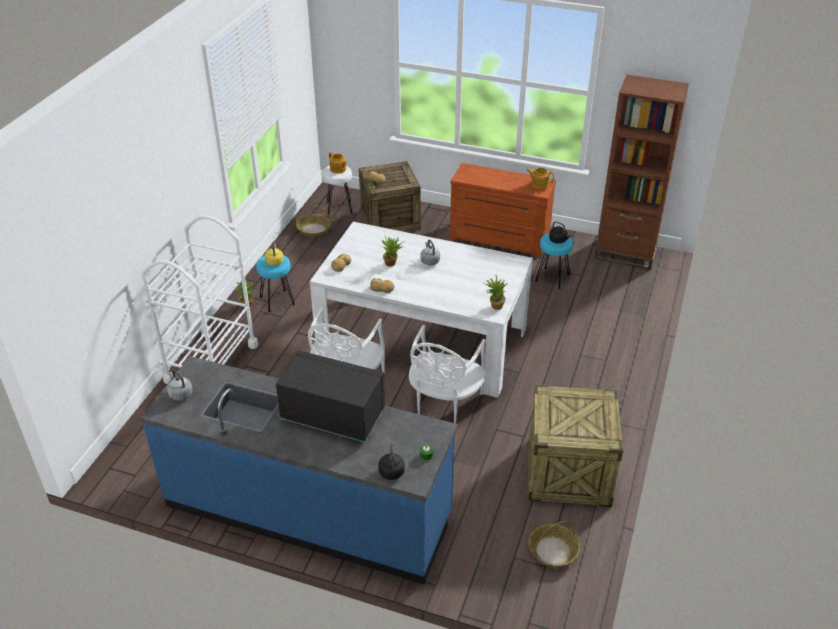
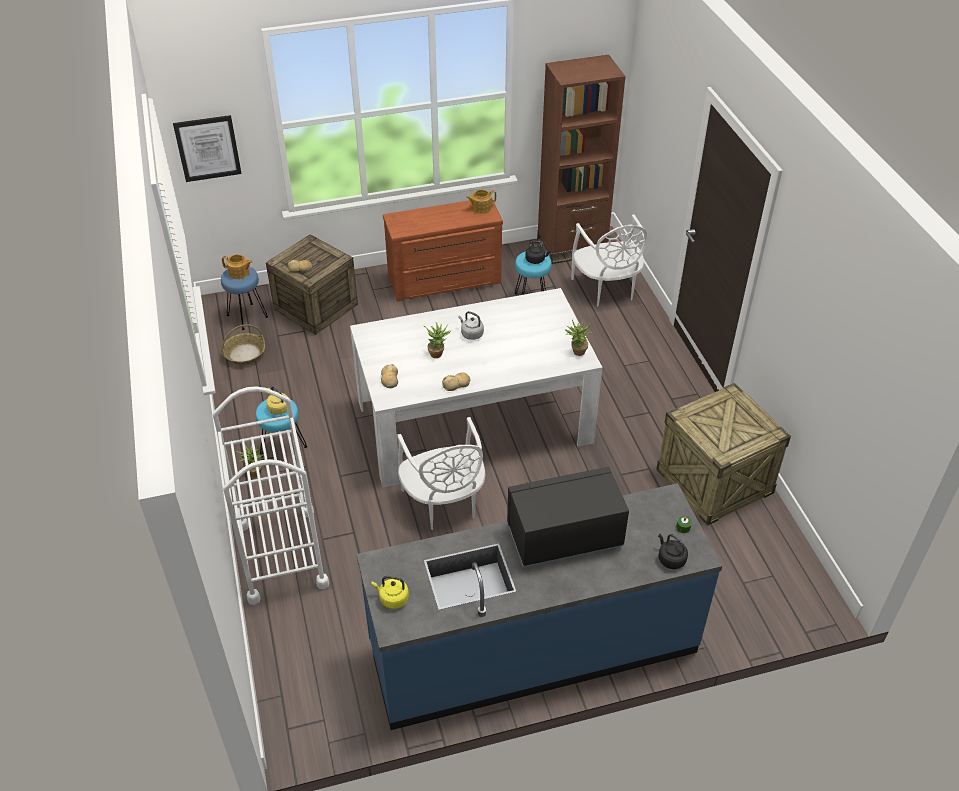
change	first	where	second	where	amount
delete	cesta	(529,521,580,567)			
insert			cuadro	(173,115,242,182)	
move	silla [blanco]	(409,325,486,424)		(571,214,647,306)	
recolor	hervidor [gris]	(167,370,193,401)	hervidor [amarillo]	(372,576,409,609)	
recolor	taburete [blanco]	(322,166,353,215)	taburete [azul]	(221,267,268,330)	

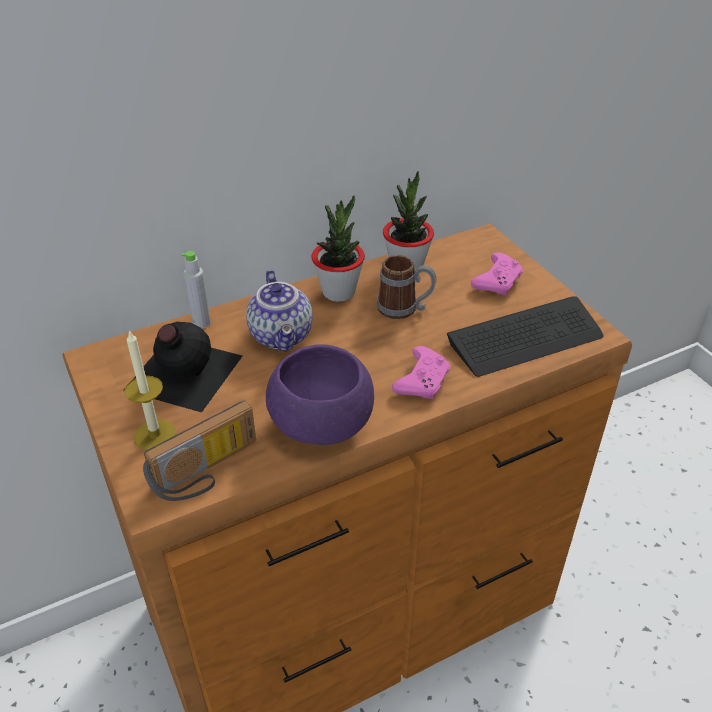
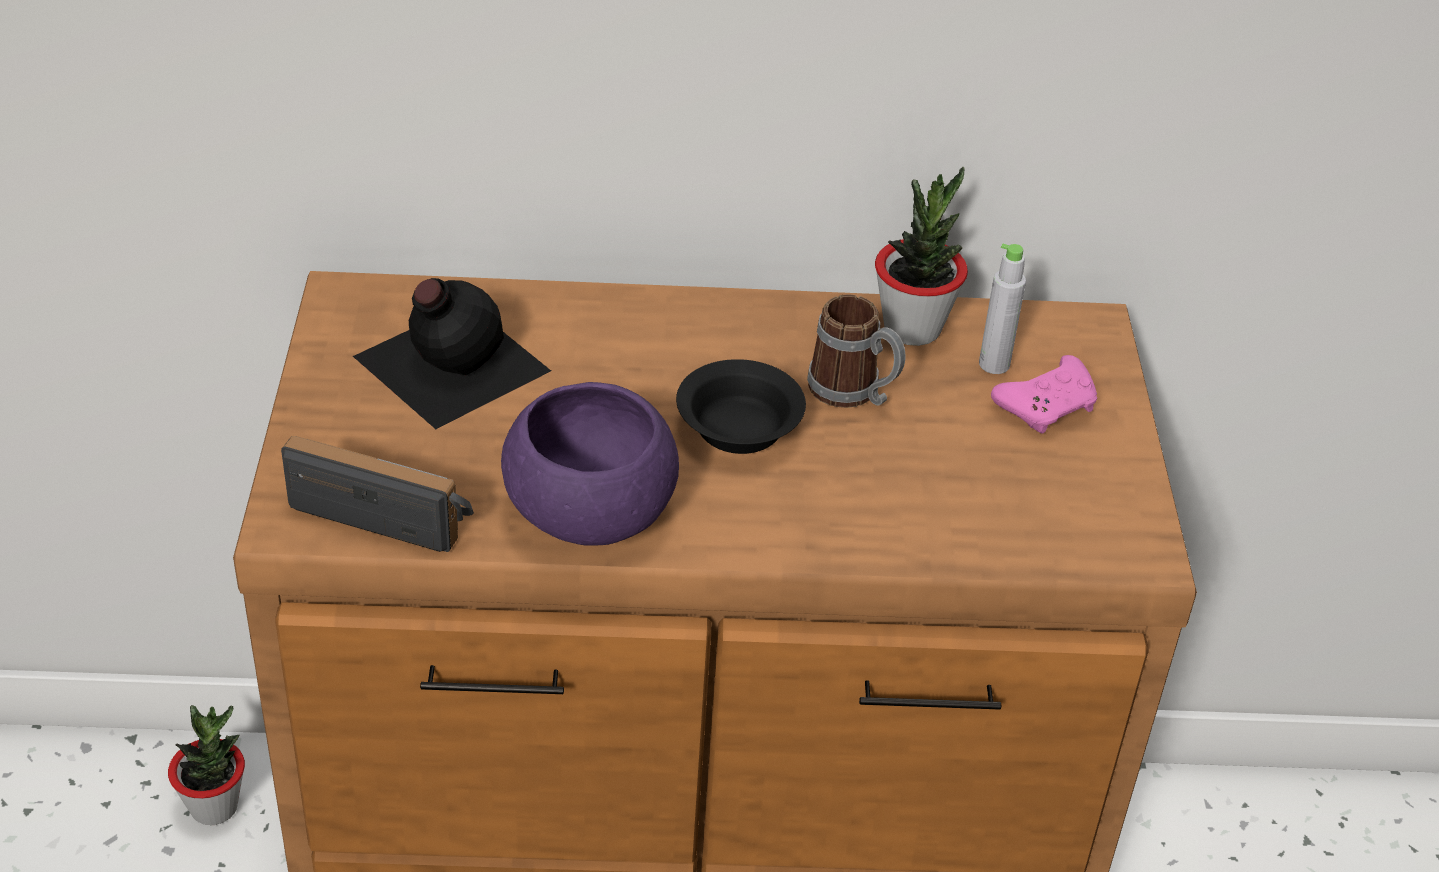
change	first	where	second	where	amount
delete	vela	(125,330,177,450)			
delete	tetera	(246,270,313,351)			
delete	mando de consola [rosa]	(392,346,450,399)			
delete	teclado	(447,296,604,377)			
insert			cuenco [negro]	(676,359,806,454)	
move	botella [gris]	(181,251,211,329)		(979,244,1026,374)	
move	planta en maceta	(311,195,365,302)		(168,705,245,825)	
rotate	radio	(143,401,256,501)		(281,436,474,552)	150 degrees counterclockwise

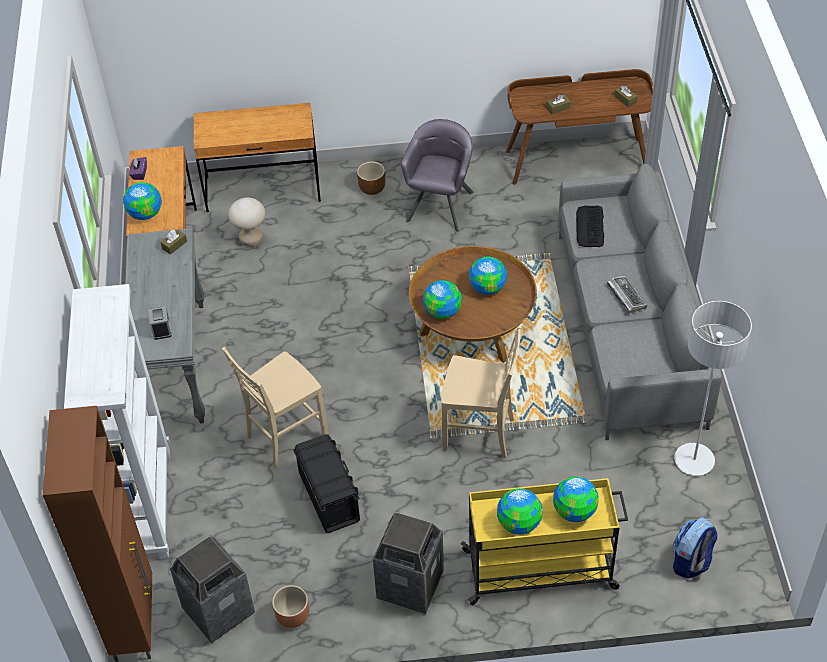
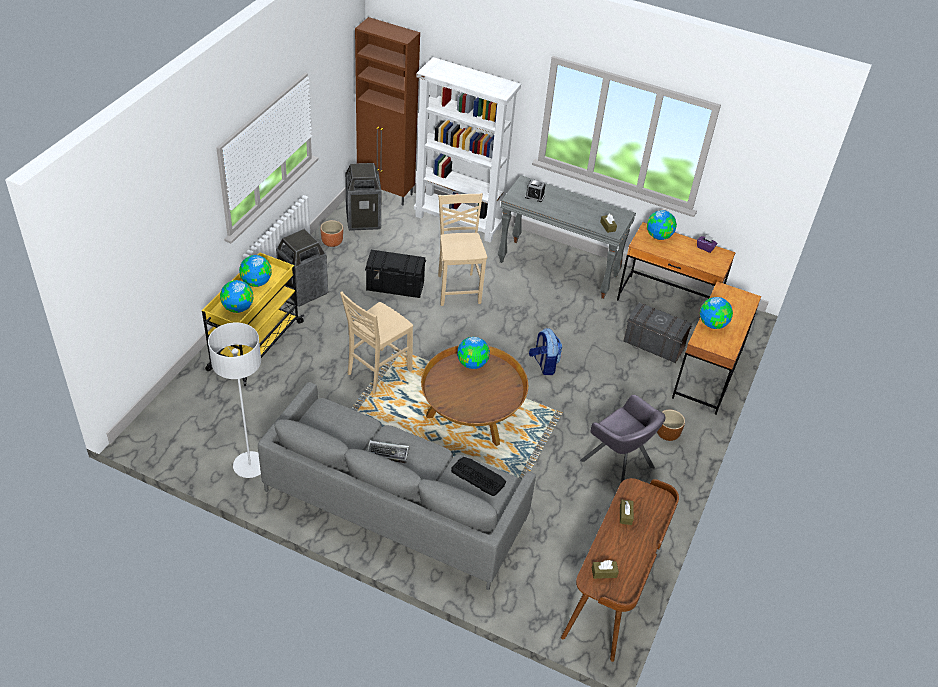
change	first	where	second	where	amount
move	globo terráqueo	(469,257,507,295)		(700,297,733,329)	
move	mochila	(673,517,718,579)		(529,328,562,375)	
replace	taburete [beis]	(228,197,266,247)	caja de almacenaje [gris]	(624,303,692,363)	

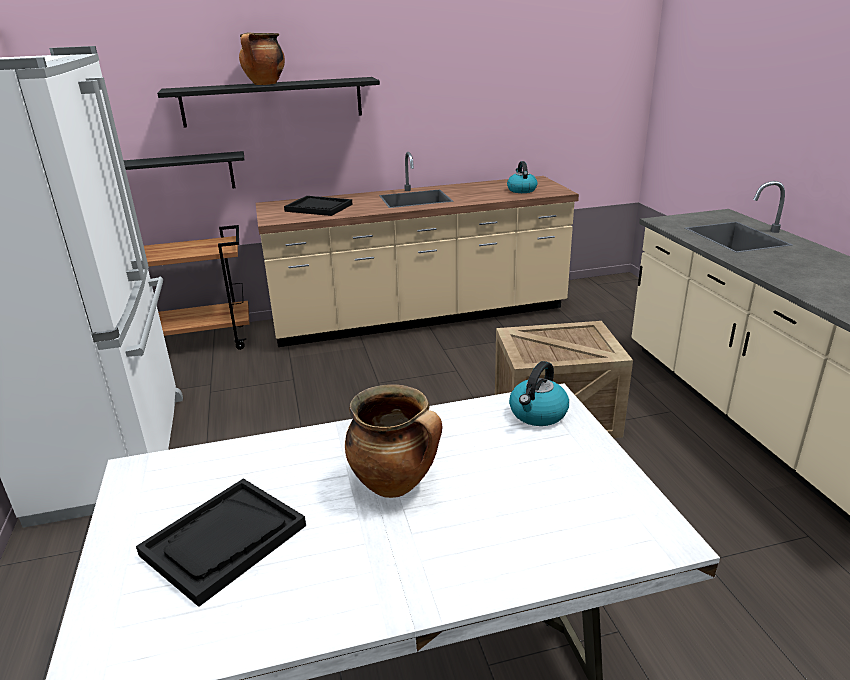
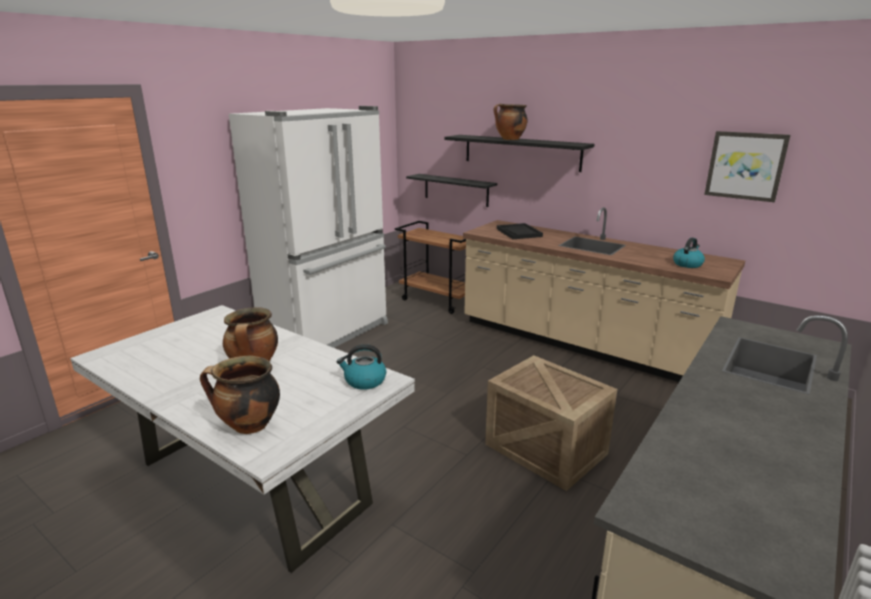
change	first	where	second	where	amount
delete	bandeja [negro]	(136,478,306,607)			
insert			olla	(200,356,280,434)	
insert			cuadro	(704,131,790,202)	

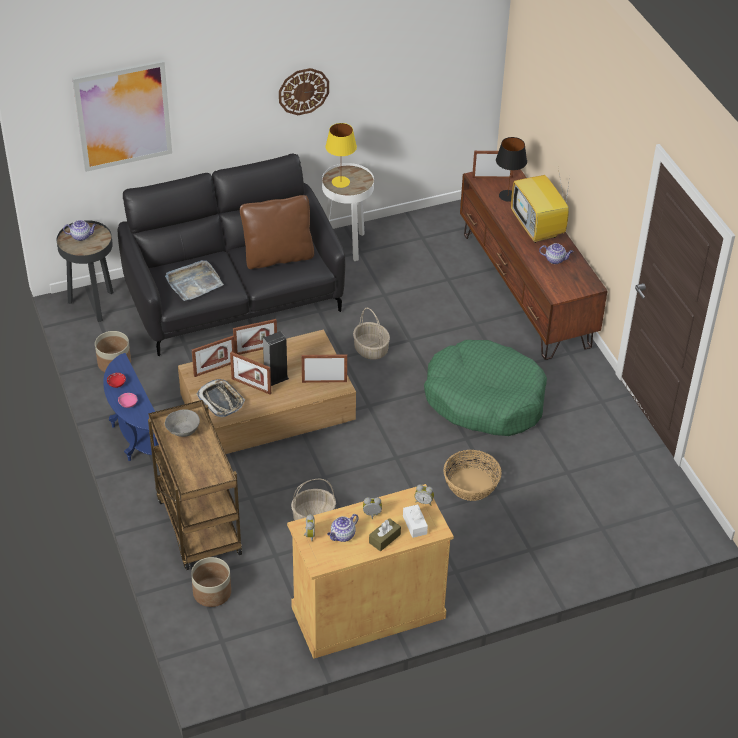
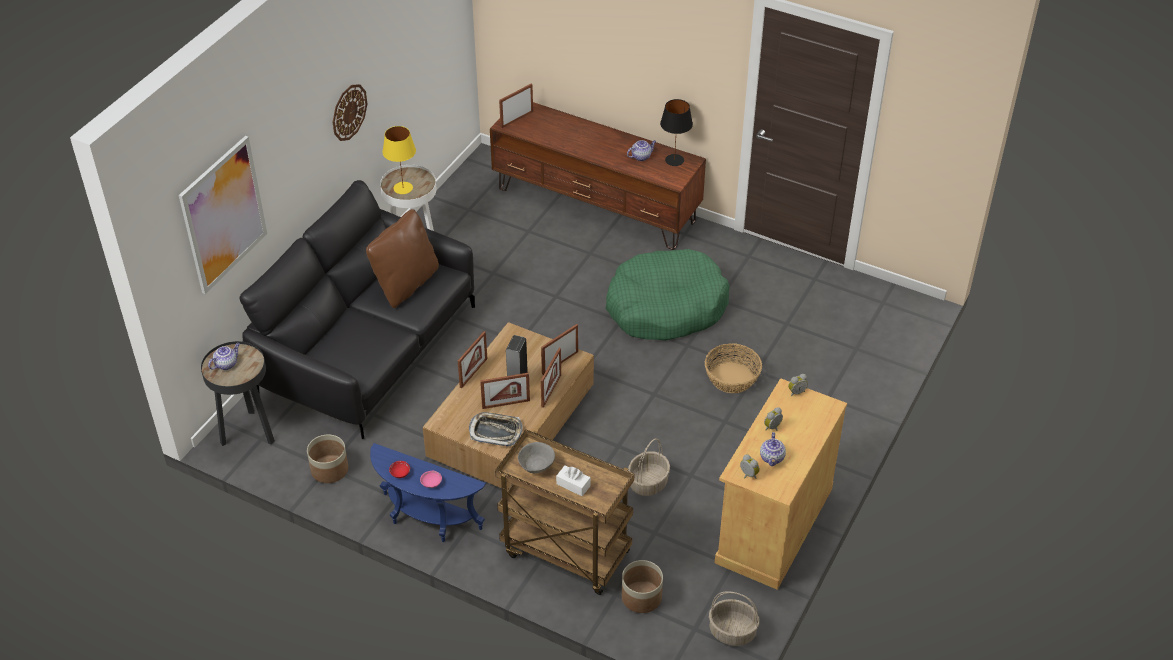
change	first	where	second	where	amount
delete	bandeja [gris]	(165,260,224,301)			
delete	caja de pañuelos [marrón]	(369,518,401,551)			
delete	televisor	(511,168,570,243)			
move	portarretratos	(192,336,235,377)		(541,348,561,408)	
move	cesta	(353,307,390,360)		(709,591,760,646)	
move	caja de pañuelos [blanco]	(403,504,428,538)		(556,465,591,496)	
move	lámpara de mesa [negro]	(496,137,527,202)		(660,99,693,166)	

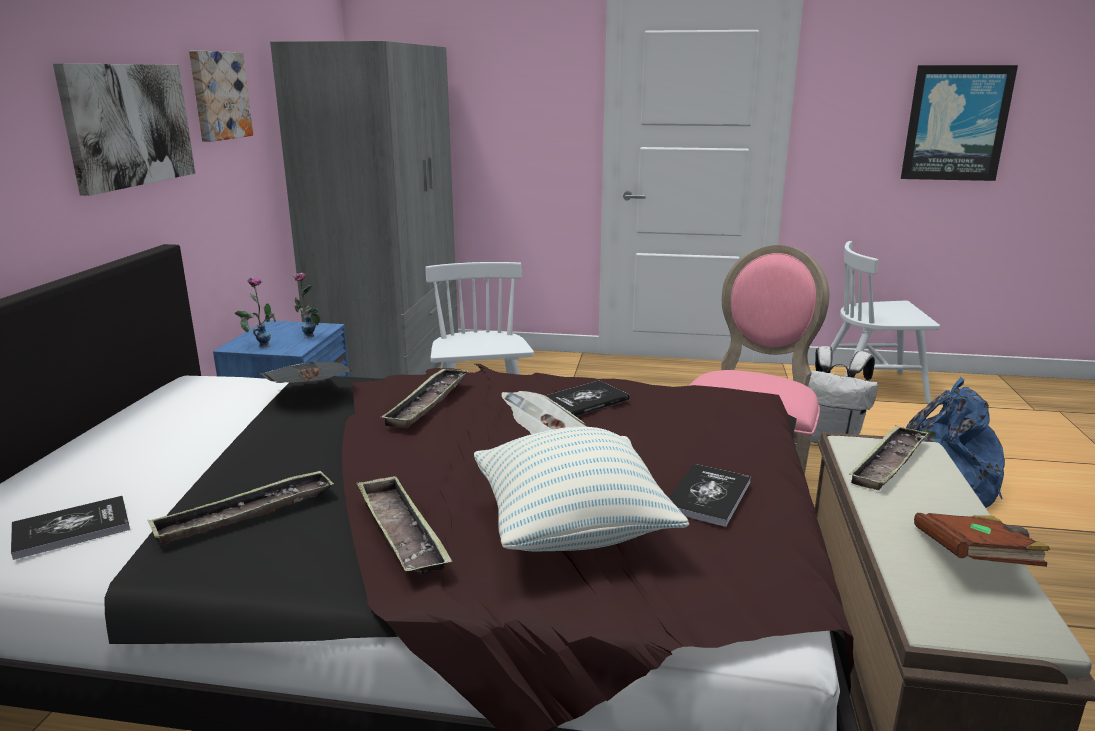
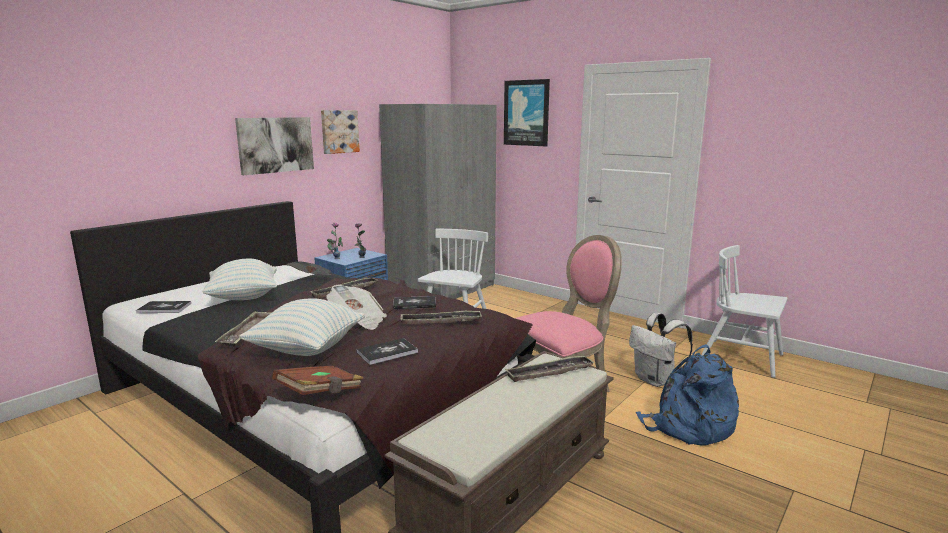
change	first	where	second	where	amount
insert			cojín	(202,259,277,300)	
move	bandeja	(148,470,334,545)		(400,310,482,325)	
move	cuadro	(901,65,1018,181)		(504,79,550,146)	
move	libro [marrón]	(914,513,1050,567)		(272,366,363,395)	

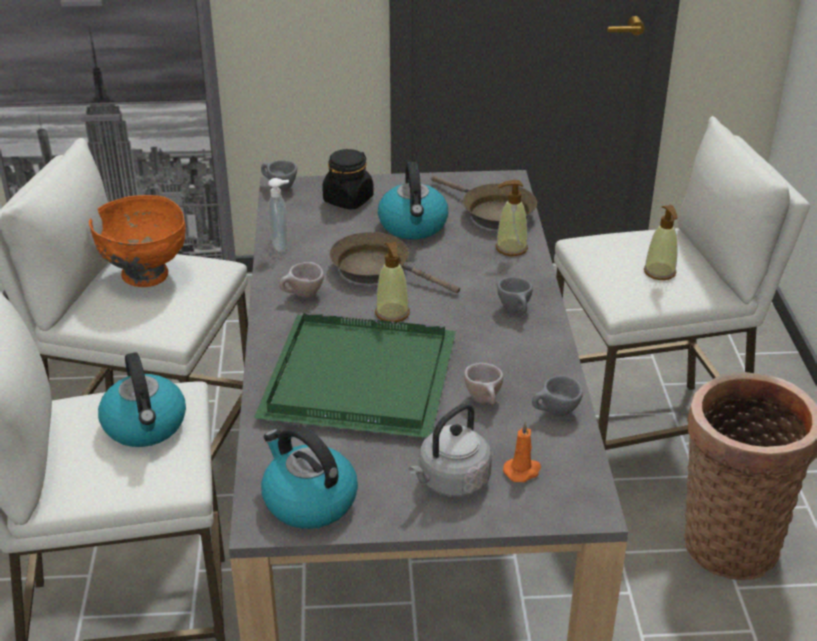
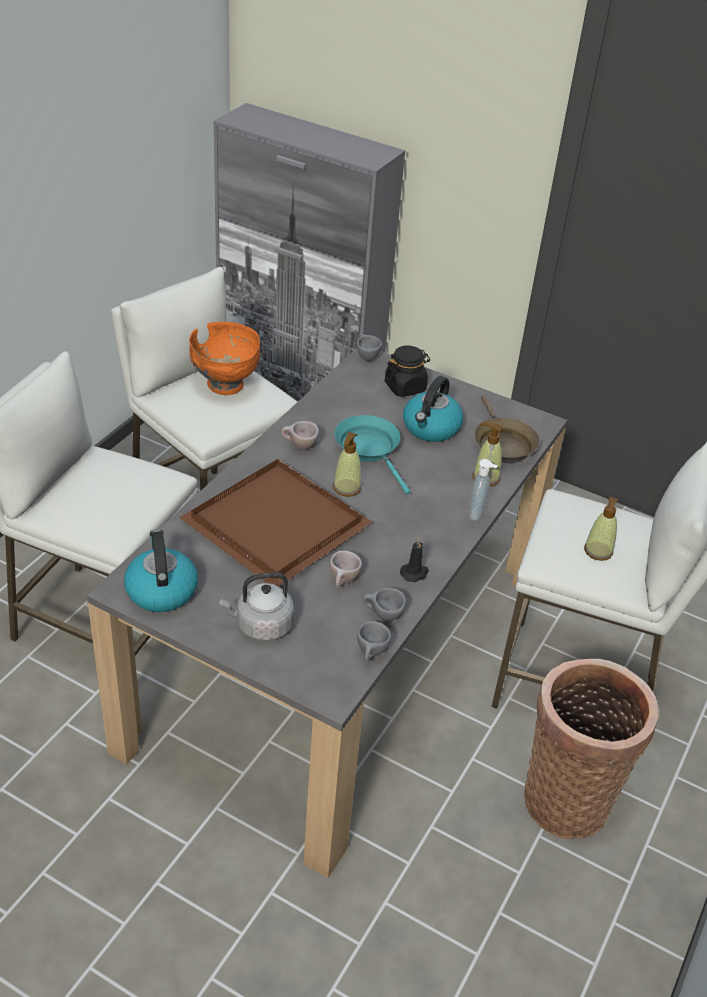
change	first	where	second	where	amount
delete	hervidor	(98,352,186,447)			
delete	vela [naranja]	(503,421,541,482)			
insert			vela [negro]	(400,538,429,582)	
move	dispensador de jabón	(268,178,289,252)		(469,459,498,521)	
move	taza [gris]	(497,276,533,313)		(357,621,391,662)	
recolor	bandeja [verde]	(254,313,456,438)	bandeja [marrón]	(179,459,372,587)	
recolor	sartén [marrón]	(329,232,460,293)	sartén [turquesa]	(335,415,411,495)	

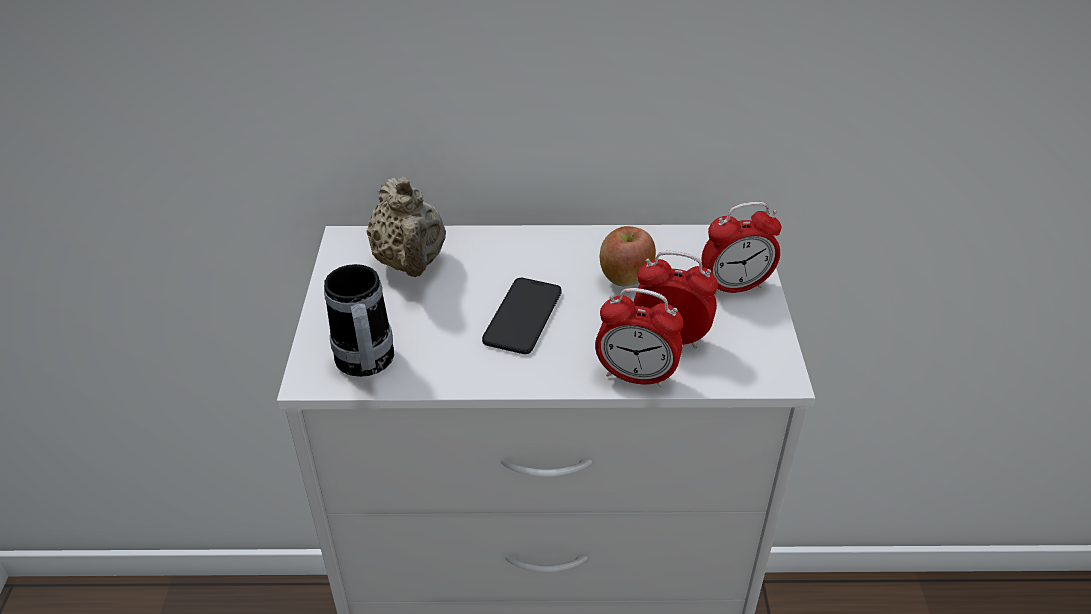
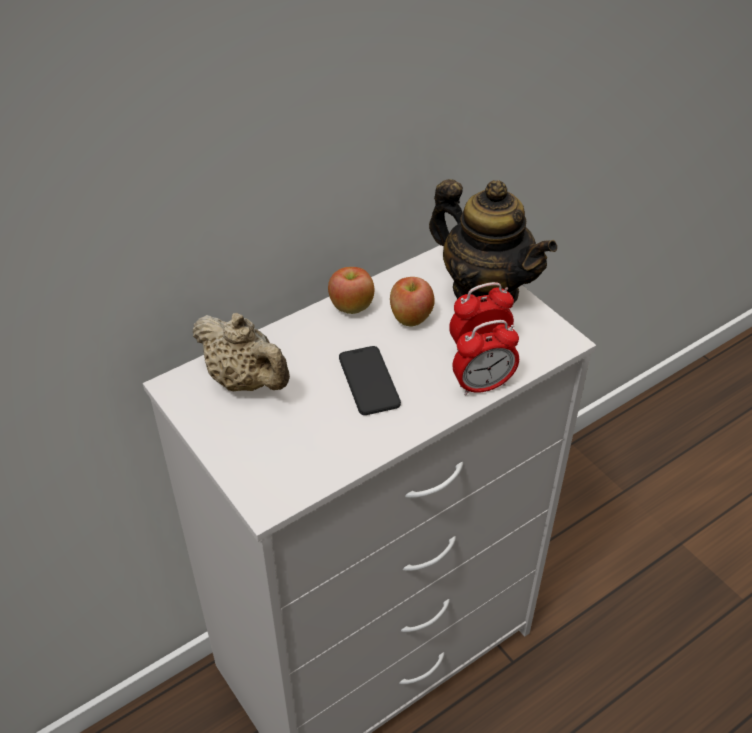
change	first	where	second	where	amount
delete	taza grande	(324,264,394,377)			
insert			manzana	(328,267,374,314)	
replace	despertador	(702,202,782,295)	tetera	(429,179,557,304)	

